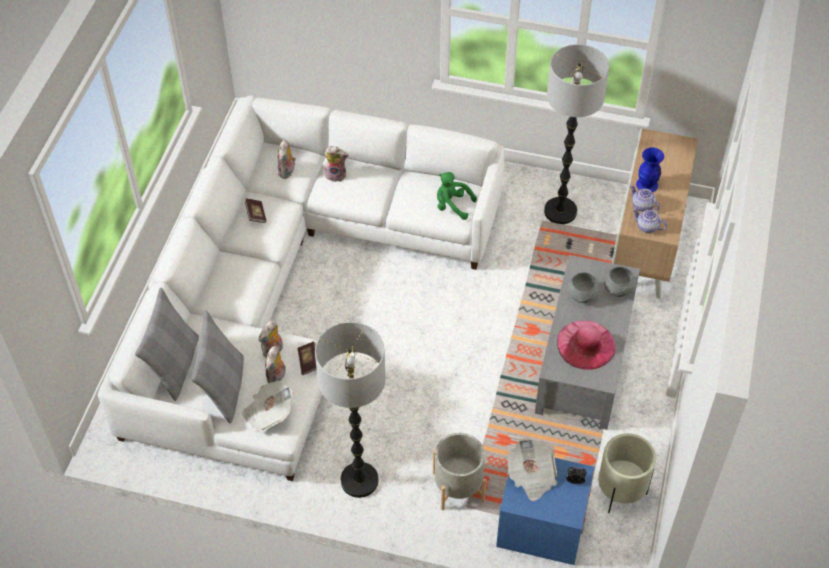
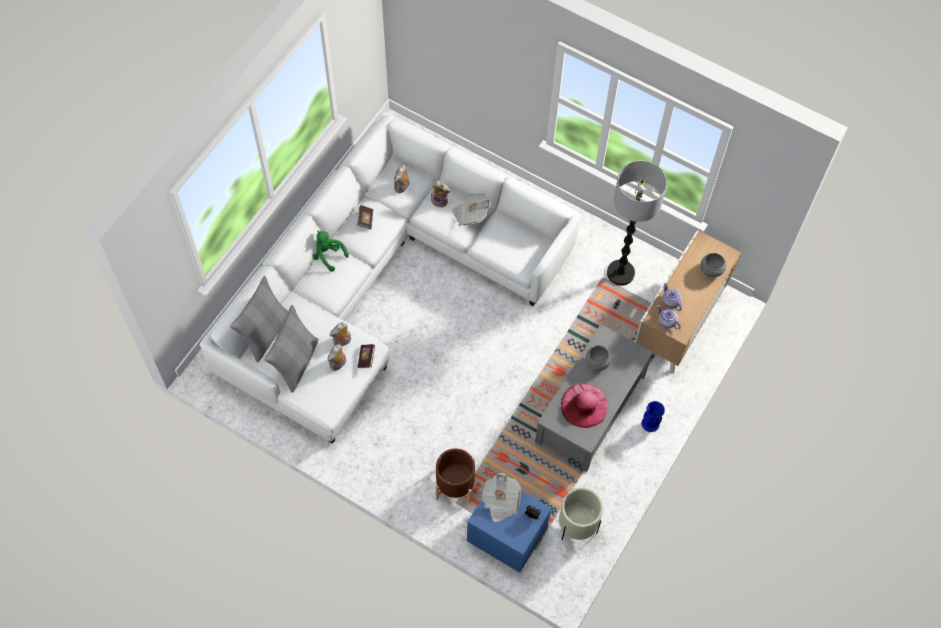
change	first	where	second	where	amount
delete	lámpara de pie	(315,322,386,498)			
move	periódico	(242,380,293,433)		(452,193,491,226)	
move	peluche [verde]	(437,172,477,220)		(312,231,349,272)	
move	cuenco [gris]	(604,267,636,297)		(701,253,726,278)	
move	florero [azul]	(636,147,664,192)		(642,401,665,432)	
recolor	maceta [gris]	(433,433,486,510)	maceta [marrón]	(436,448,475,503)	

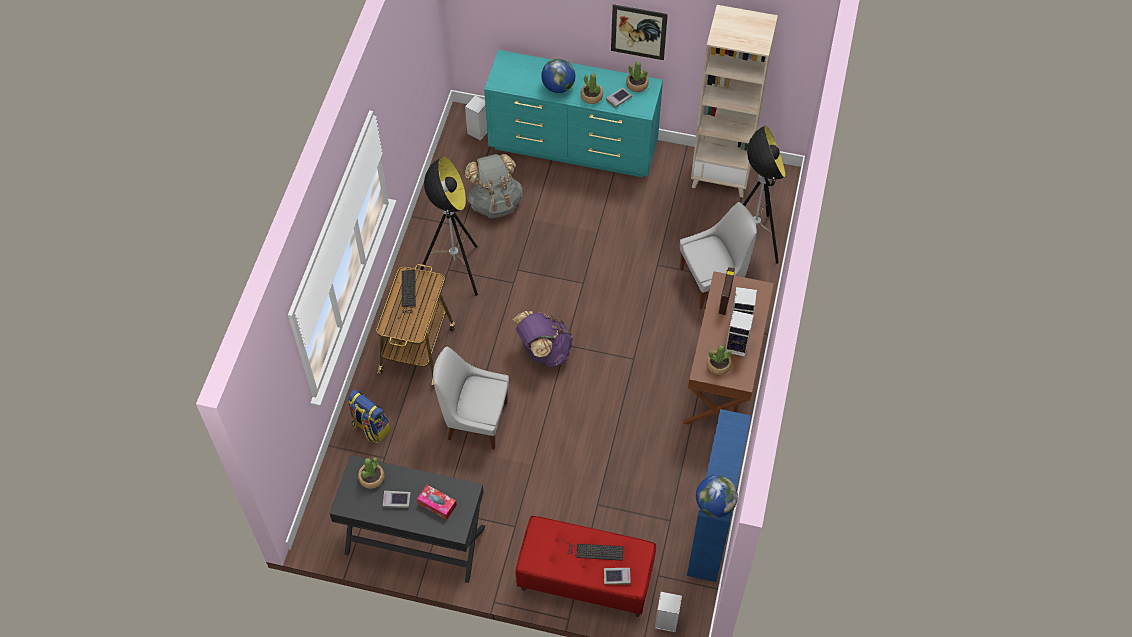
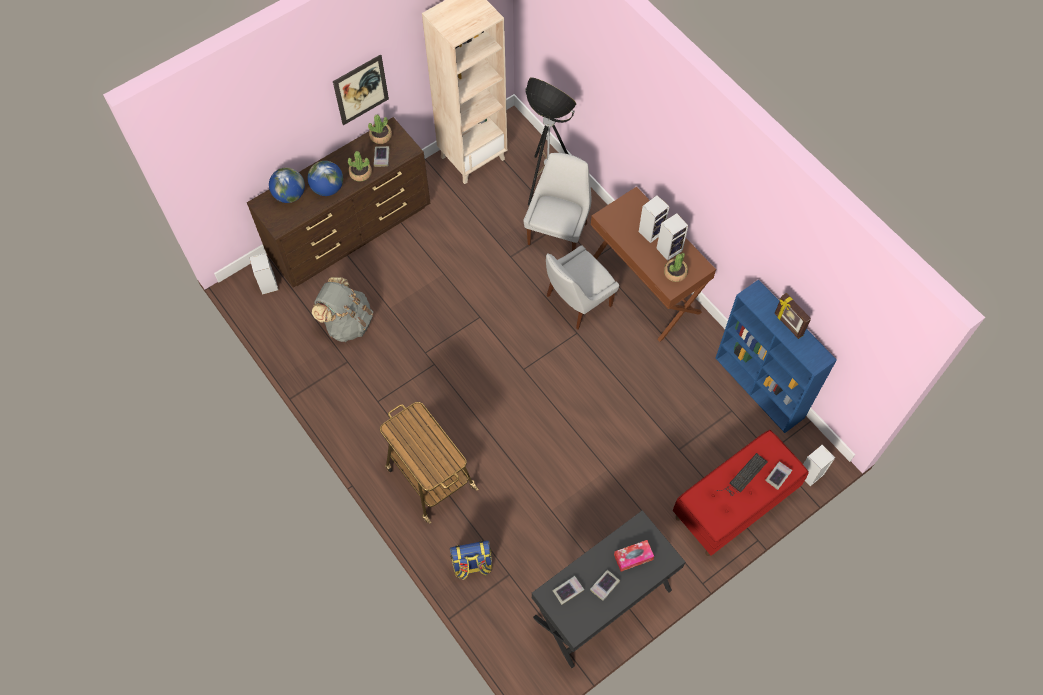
change	first	where	second	where	amount
delete	teclado	(397,270,416,319)			
delete	lámpara de pie	(420,157,478,296)			
delete	mochila [morado]	(513,311,573,368)			
move	silla [blanco]	(433,347,509,450)		(546,245,619,329)	
move	globo terráqueo	(696,475,738,517)		(269,167,305,203)	
move	portarretratos	(719,267,735,315)		(774,293,811,339)	
replace	planta en maceta	(358,458,385,489)	libro	(553,576,584,605)	
recolor	cómoda [turquesa]	(484,50,663,178)	cómoda [marrón]	(247,117,430,288)	

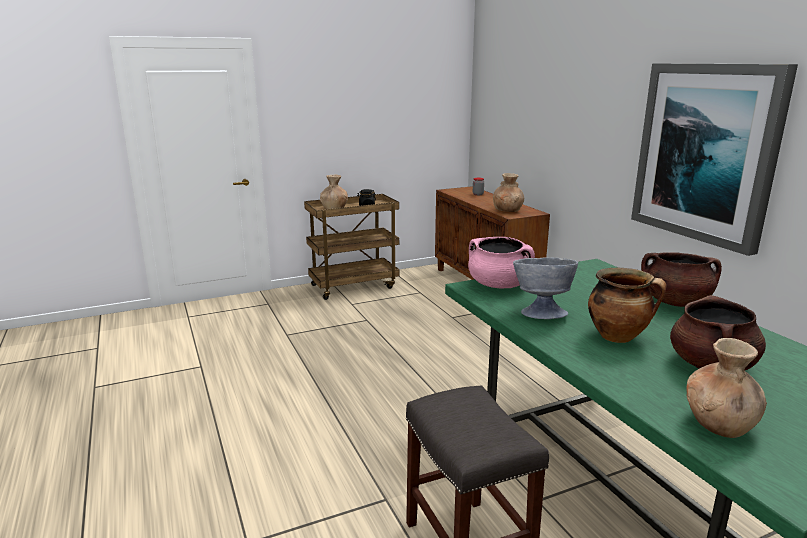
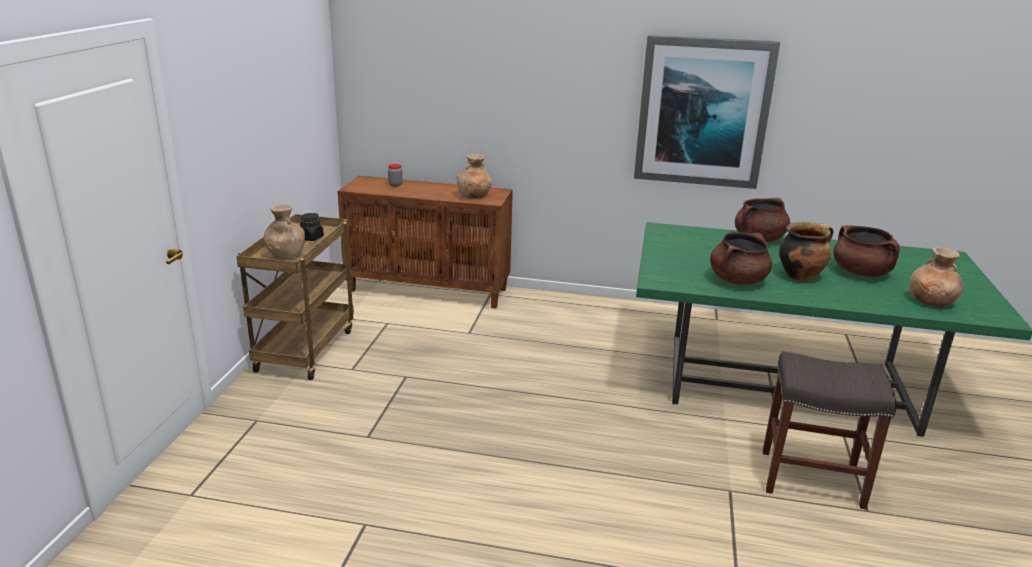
change	first	where	second	where	amount
delete	olla [rosa]	(468,237,535,288)			
replace	cuenco [gris]	(513,257,578,319)	olla [marrón]	(710,233,772,285)	

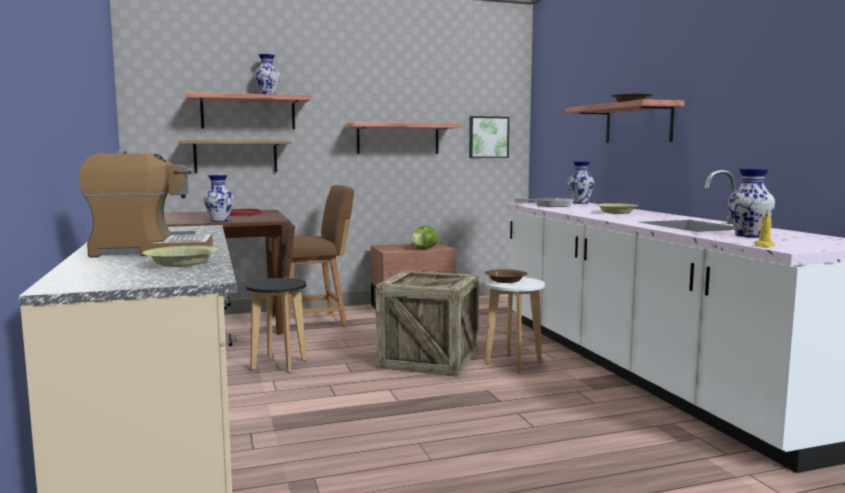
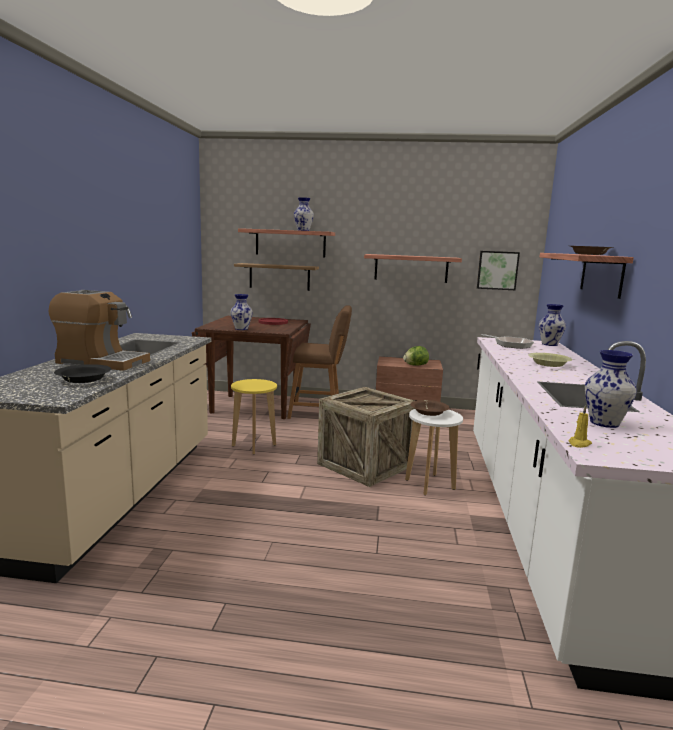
change	first	where	second	where	amount
recolor	cuenco [amarillo]	(142,246,218,267)	cuenco [negro]	(54,364,111,383)	
recolor	taburete [negro]	(246,278,307,373)	taburete [amarillo]	(231,379,277,454)	

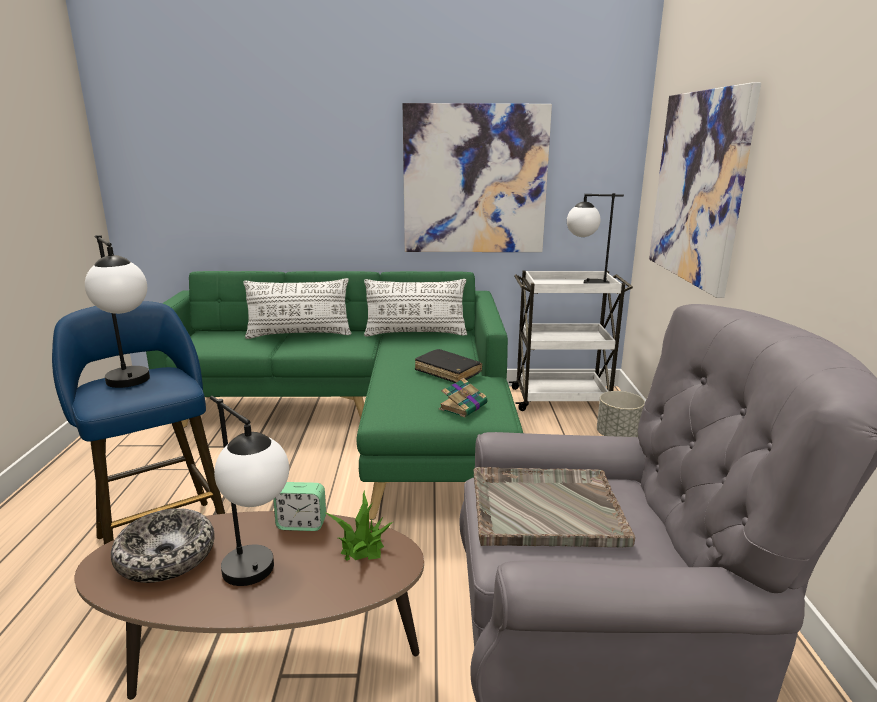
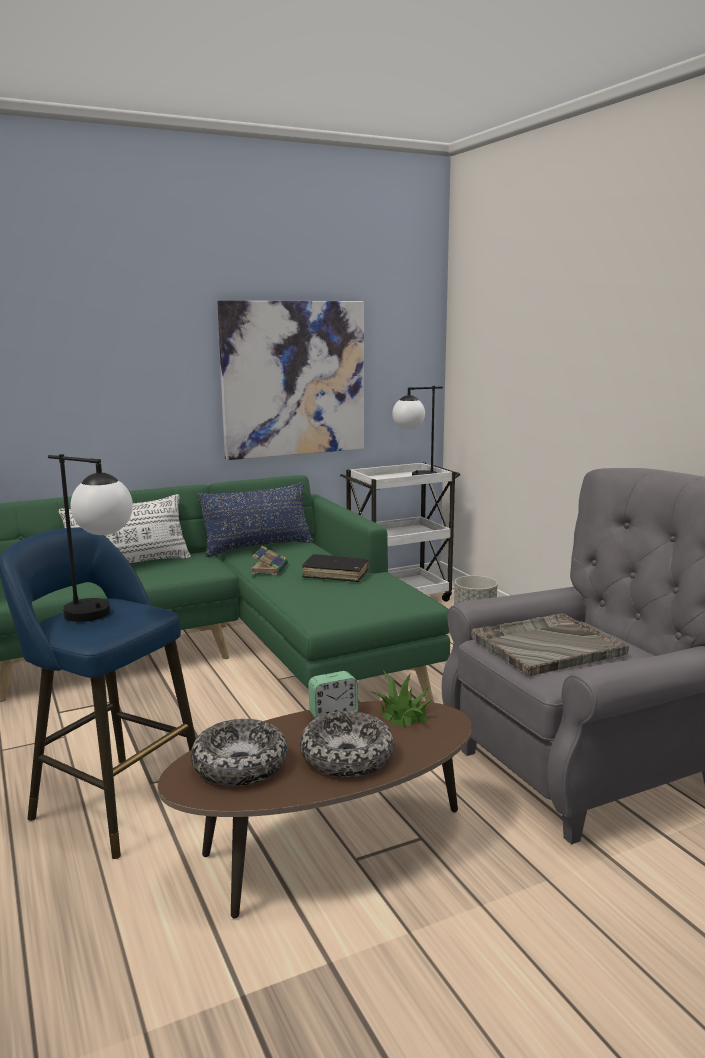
change	first	where	second	where	amount
delete	cuadro	(649,82,761,298)			
move	libro	(439,378,488,417)		(250,546,288,575)	
replace	lámpara de mesa	(210,396,289,586)	cuenco	(300,711,394,777)	
recolor	cojín [blanco]	(364,279,467,336)	cojín [azul]	(197,482,313,557)	

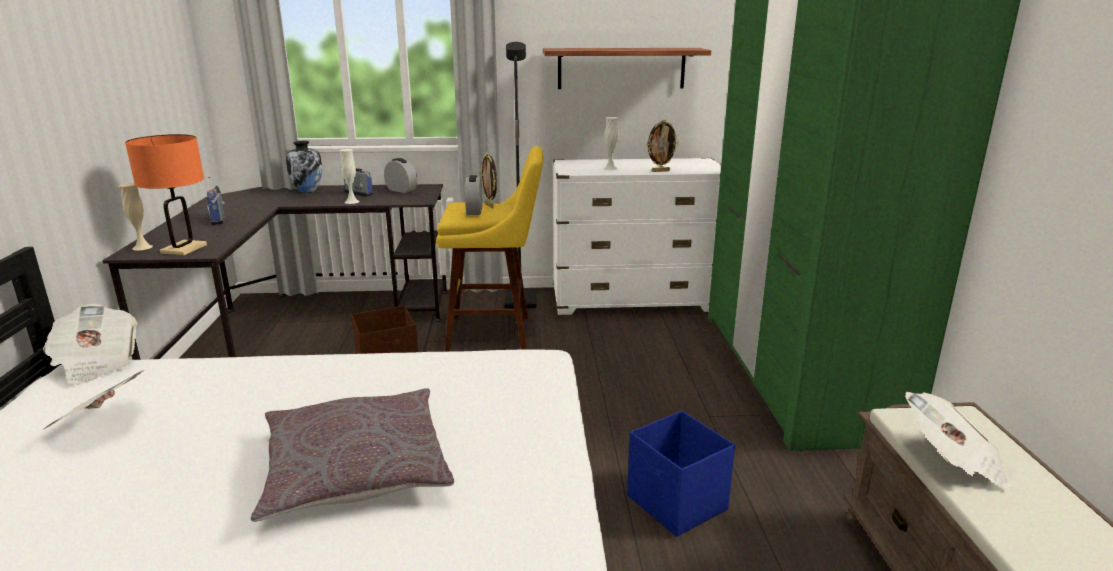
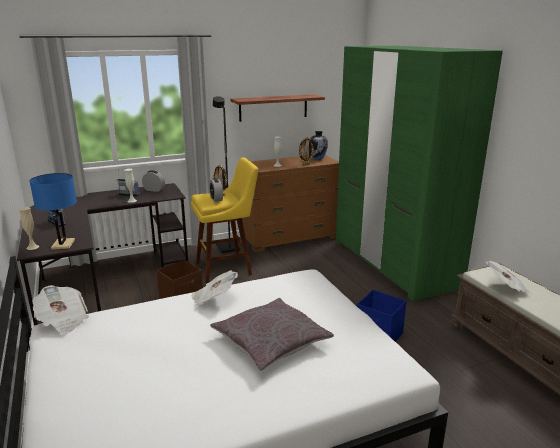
change	first	where	second	where	amount
move	periódico	(42,370,144,430)		(191,270,238,306)	
move	florero	(286,141,322,193)		(310,131,328,160)	
recolor	lámpara de mesa [naranja]	(125,134,207,256)	lámpara de mesa [azul]	(30,173,77,250)	
recolor	cómoda [blanco]	(553,158,721,315)	cómoda [marrón]	(242,155,339,252)	

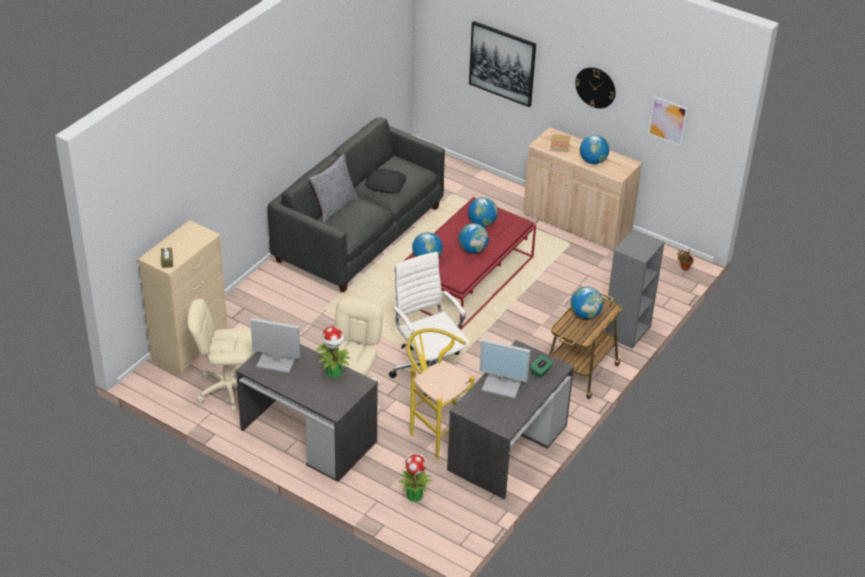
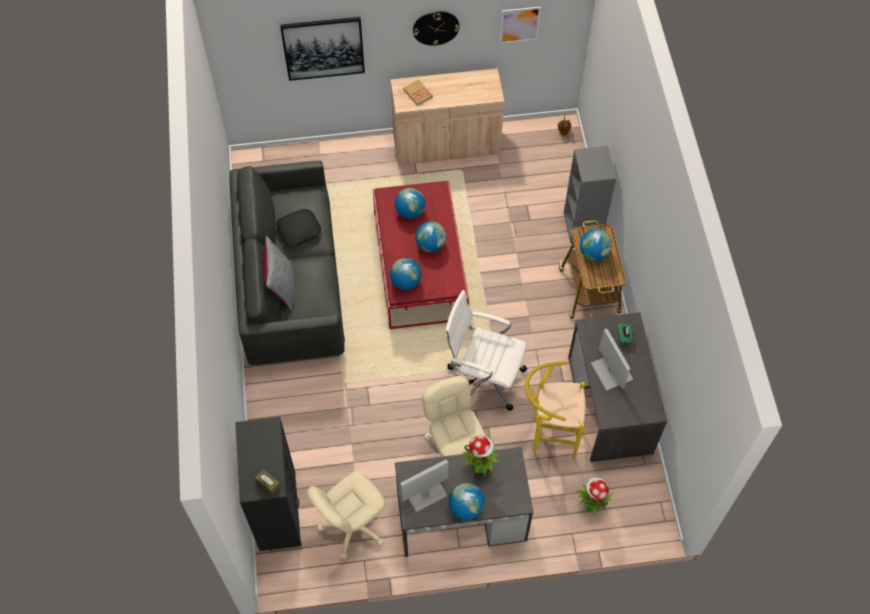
change	first	where	second	where	amount
move	globo terráqueo	(580,135,609,164)		(448,483,485,520)	
recolor	cómoda [beis]	(138,220,228,376)	cómoda [negro]	(235,417,302,551)	
rotate	monitor	(480,339,531,399)		(591,329,633,391)	90 degrees counterclockwise

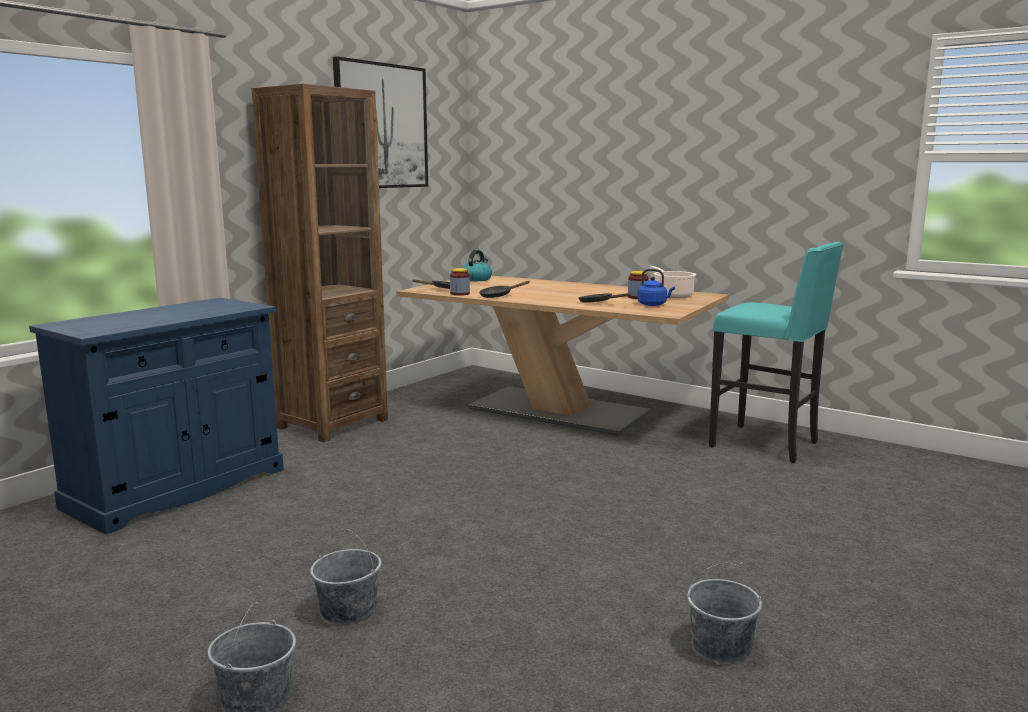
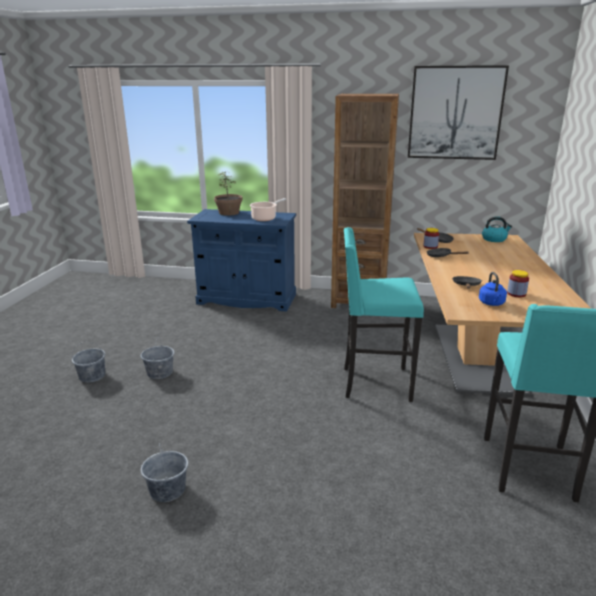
change	first	where	second	where	amount
insert			planta en maceta	(214,171,243,216)	
insert			taburete [turquesa]	(344,227,424,402)	
move	olla	(650,266,696,298)		(250,198,286,221)	

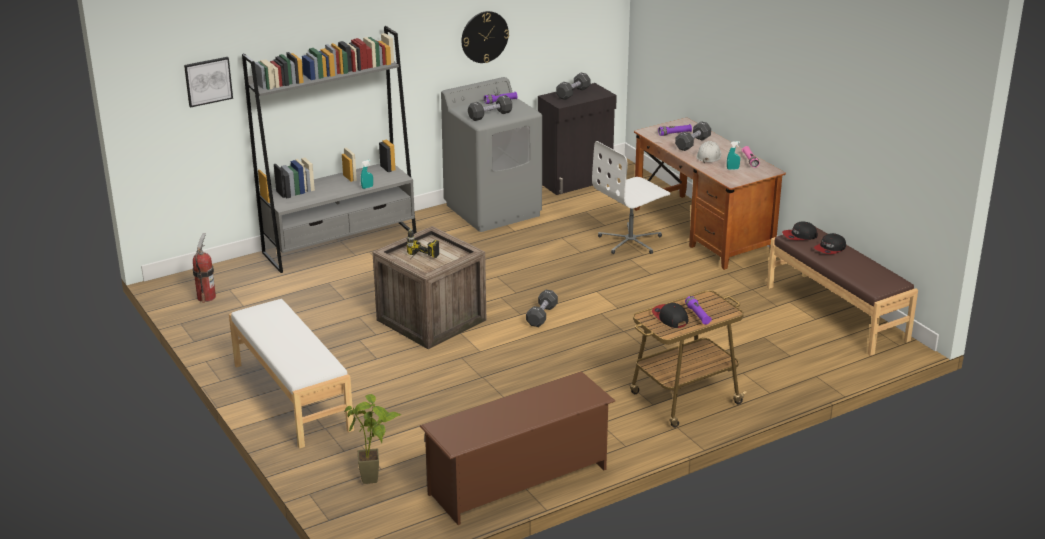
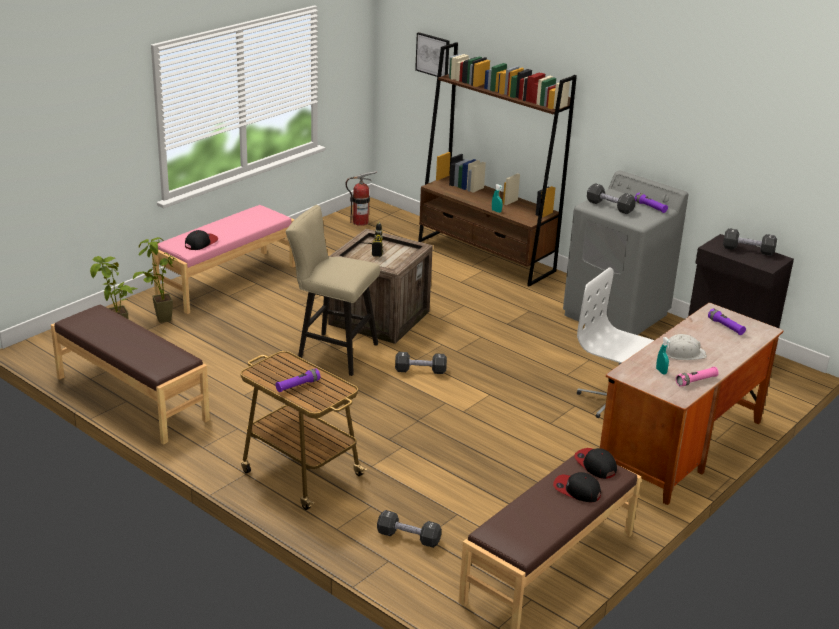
change	first	where	second	where	amount
delete	reloj de pared	(462,11,509,63)			
insert			planta en maceta	(133,237,178,323)	
insert			taburete [beis]	(286,205,380,376)	
move	gorra	(652,303,688,328)		(185,230,218,250)	
move	mancuerna [negro]	(675,121,711,151)		(377,510,442,548)	
replace	zapatero [marrón]	(420,371,615,525)	banco [marrón]	(51,305,210,445)	
recolor	banco [blanco]	(229,299,354,449)	banco [rosa]	(152,205,296,314)	
recolor	estantería [gris]	(242,26,417,273)	estantería [marrón]	(418,42,577,287)	

